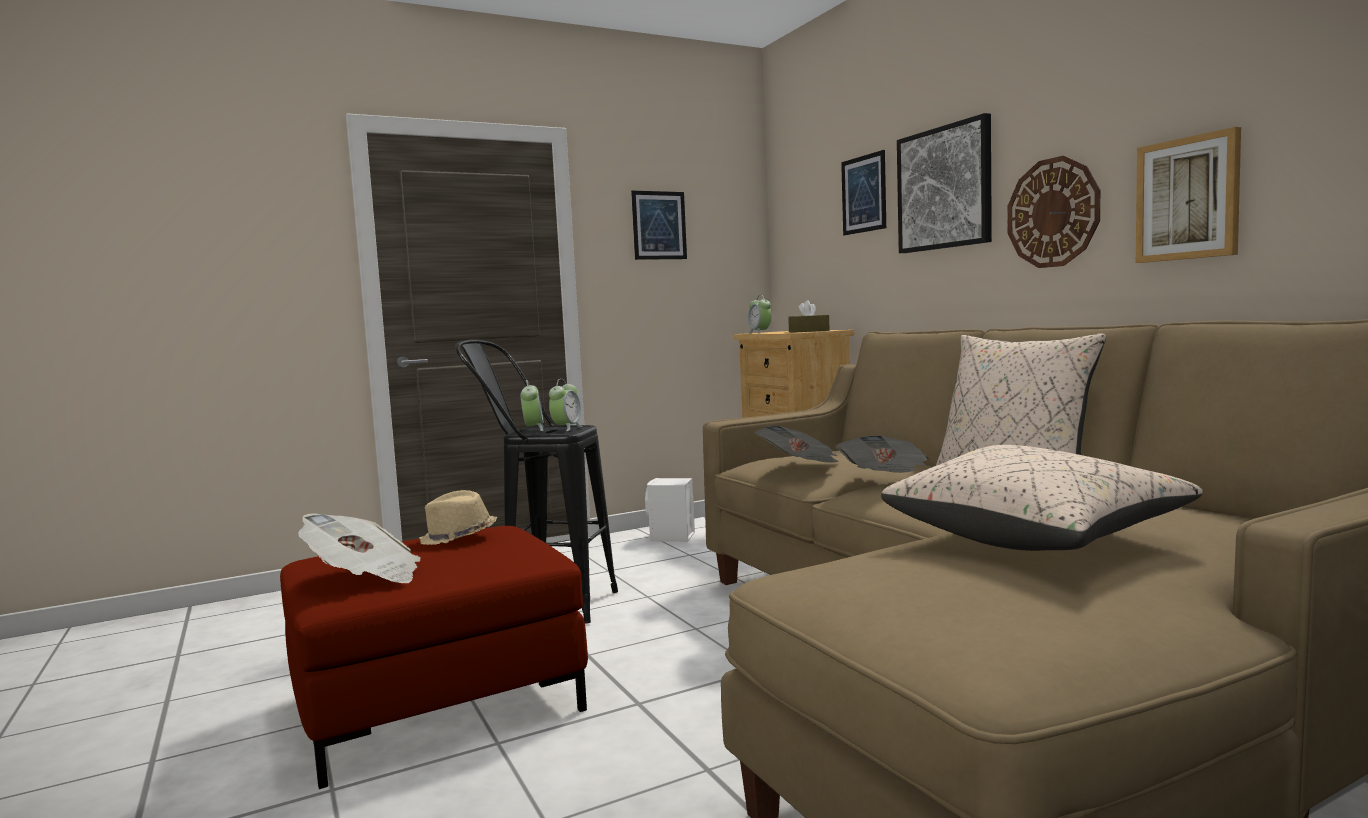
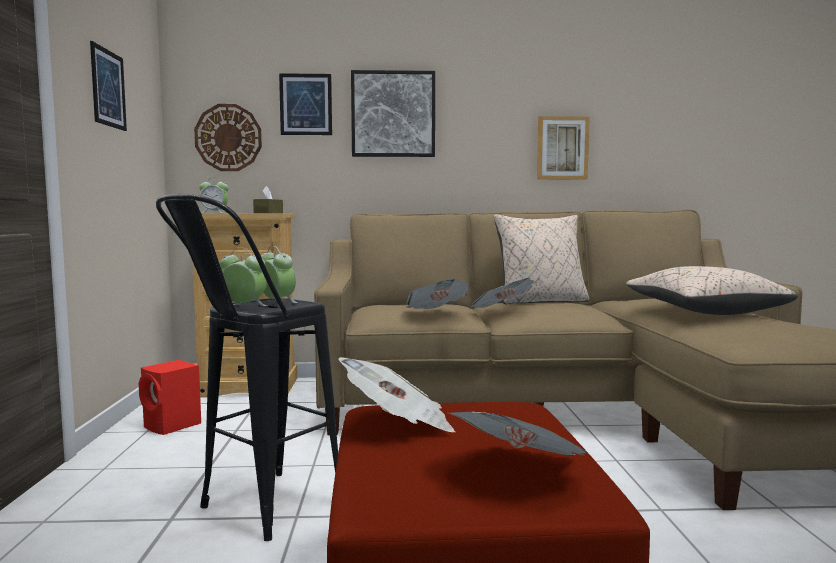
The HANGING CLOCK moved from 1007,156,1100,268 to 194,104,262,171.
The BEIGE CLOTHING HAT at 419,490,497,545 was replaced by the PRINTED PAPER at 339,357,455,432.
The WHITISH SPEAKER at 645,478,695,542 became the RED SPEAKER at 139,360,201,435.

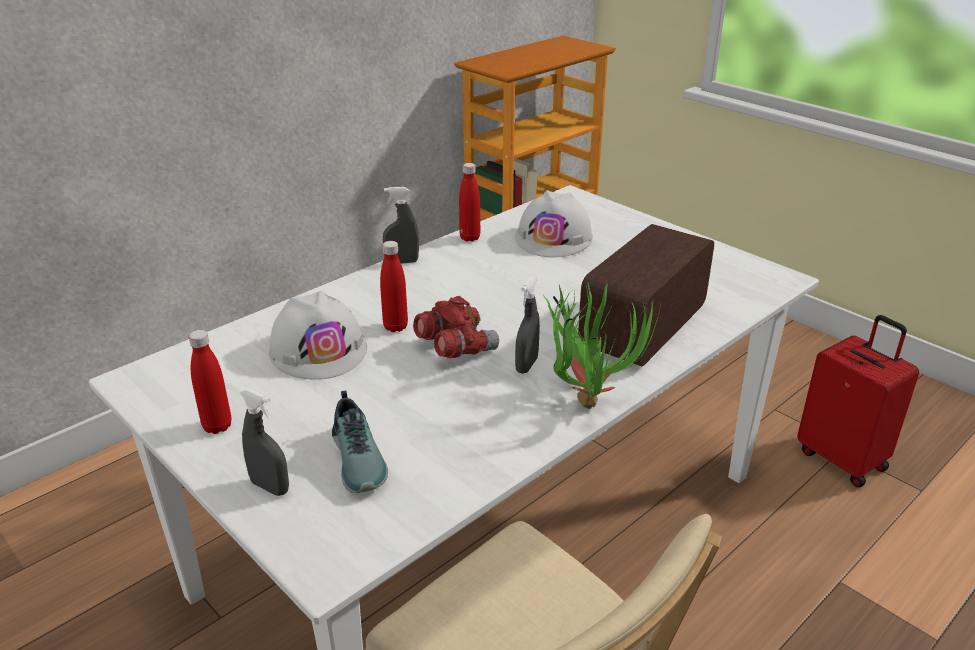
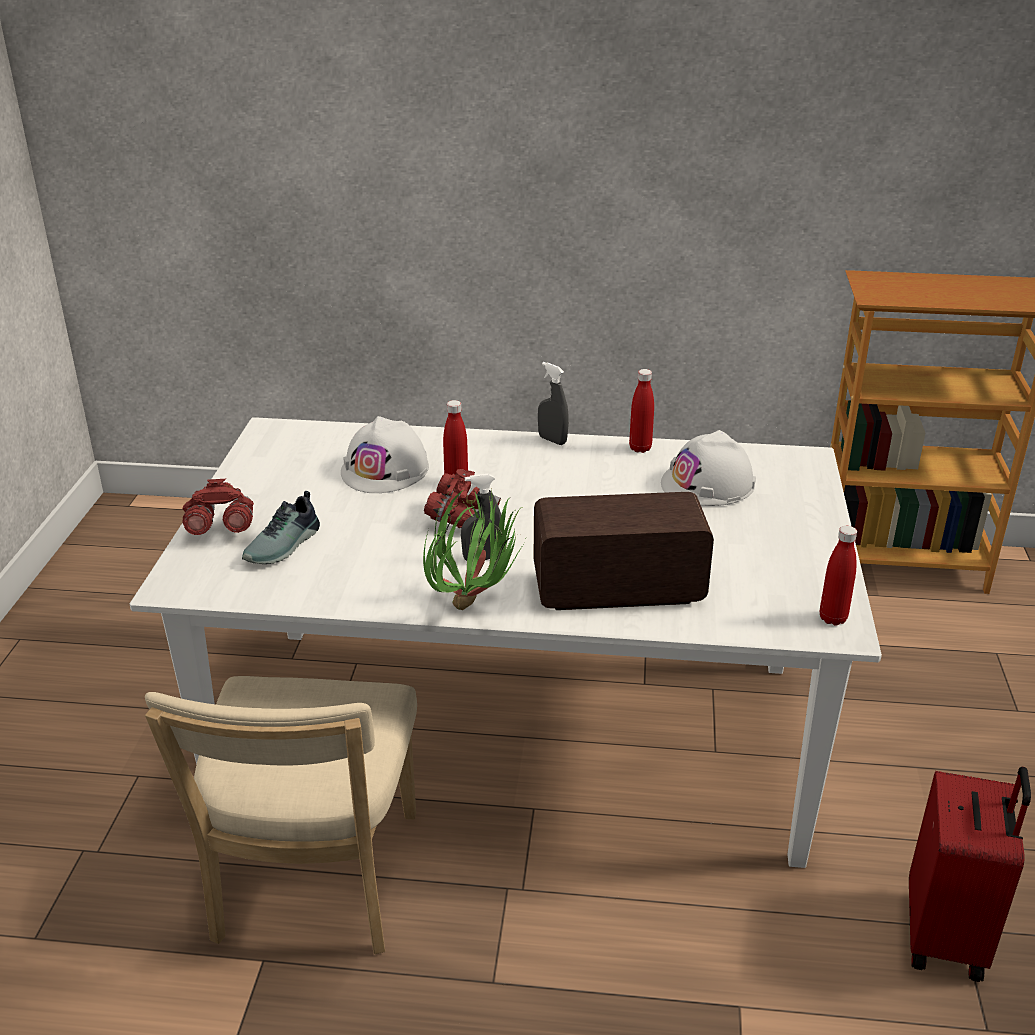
The RED BEVERAGE BOTTLE moved from 188,330,231,434 to 820,526,857,626.
The GRAY SPRAY BOTTLE at 240,388,289,496 was replaced by the RED PAIR OF BINOCULARS at 183,479,254,535.

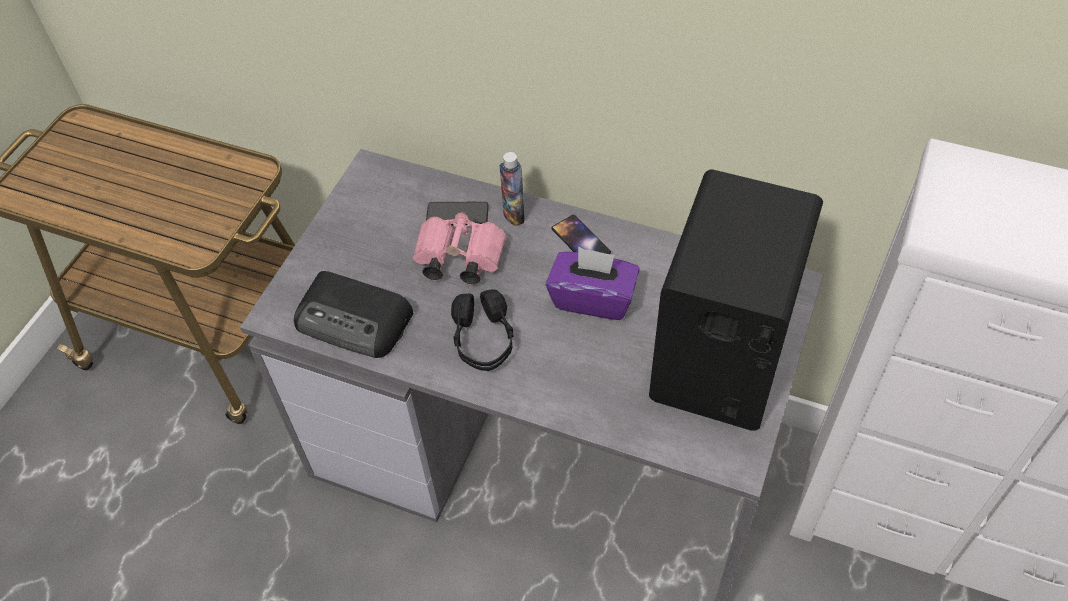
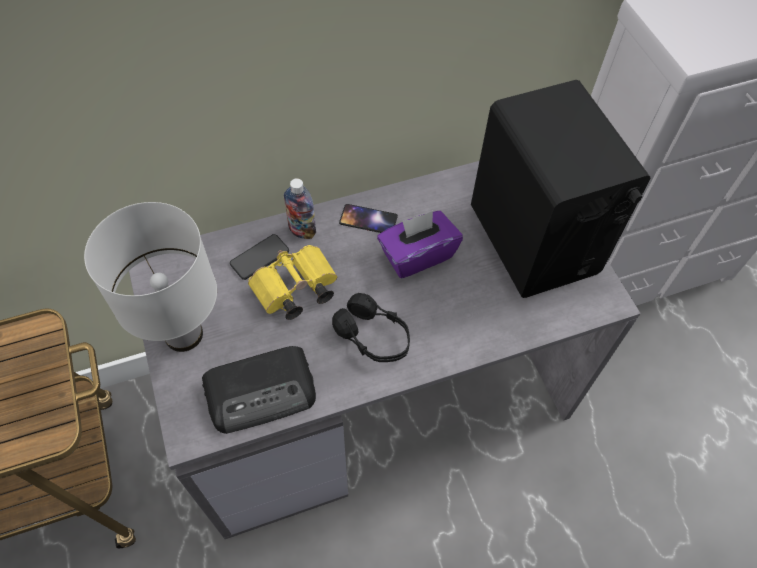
The WHITISH TABLE LAMP at 84,202,217,352 appeared.
The PINK PAIR OF BINOCULARS at 413,212,506,284 became the YELLOW PAIR OF BINOCULARS at 248,245,337,320.

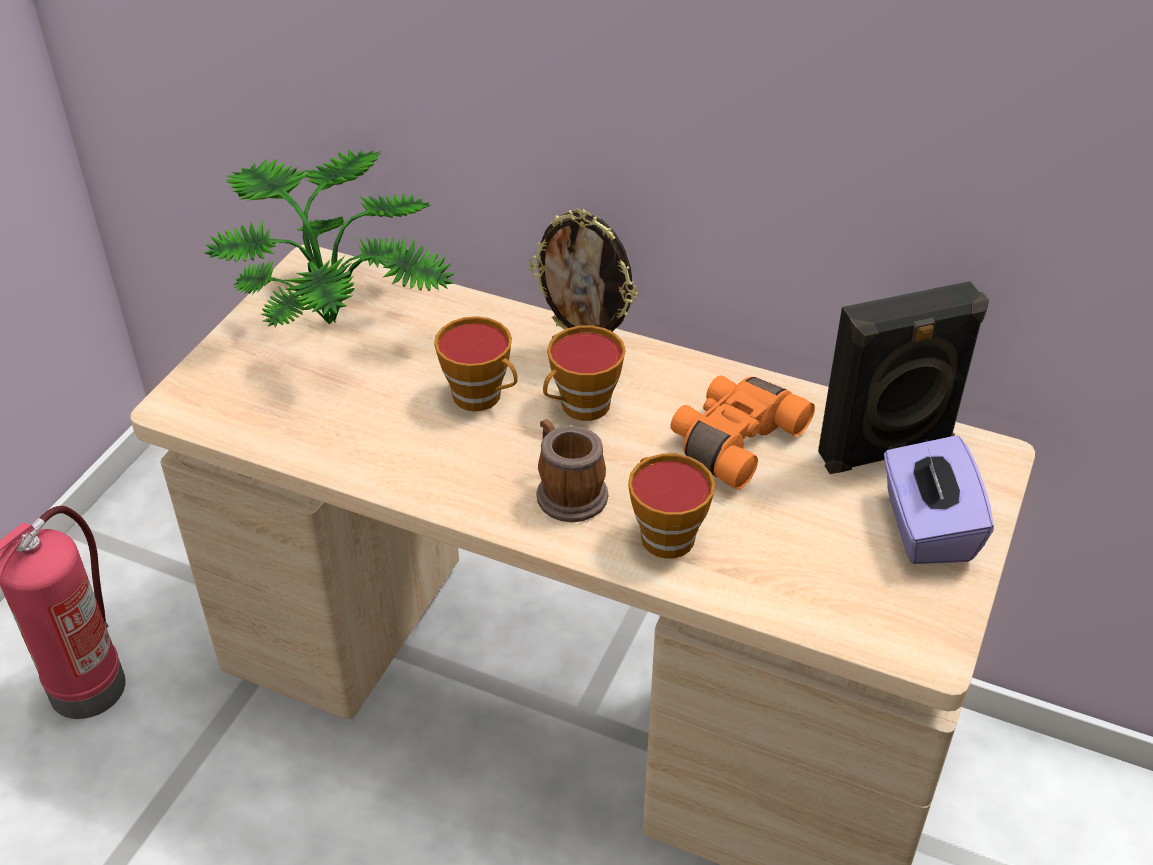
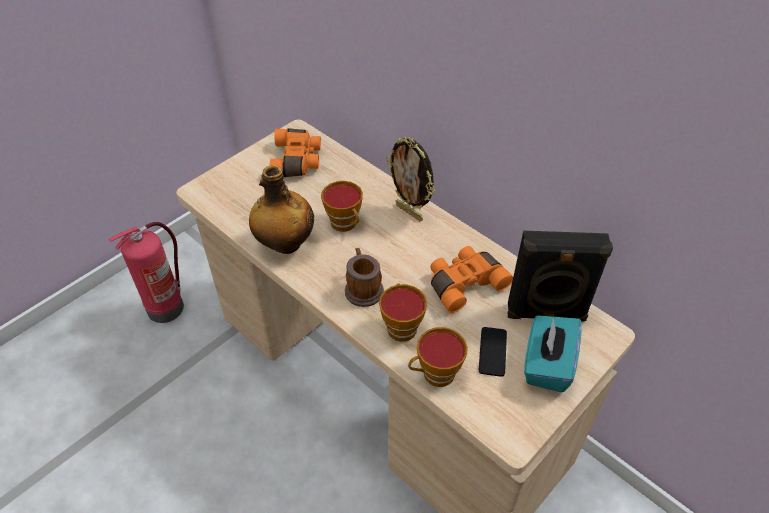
The BEVERAGE BOTTLE at 249,165,314,254 appeared.
The PHONE at 479,327,507,377 appeared.
The CUP moved from 543,325,626,421 to 408,327,468,387.
The POTTED PLANT at 204,149,455,328 was replaced by the ORANGE-COLOURED PAIR OF BINOCULARS at 270,128,321,177.
The PURPLE BOX OF TISSUES at 884,435,994,564 became the BLUE-GREEN BOX OF TISSUES at 524,315,582,392.

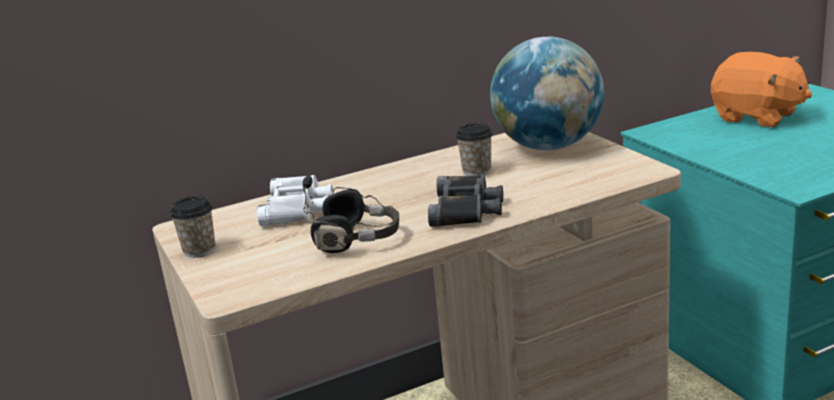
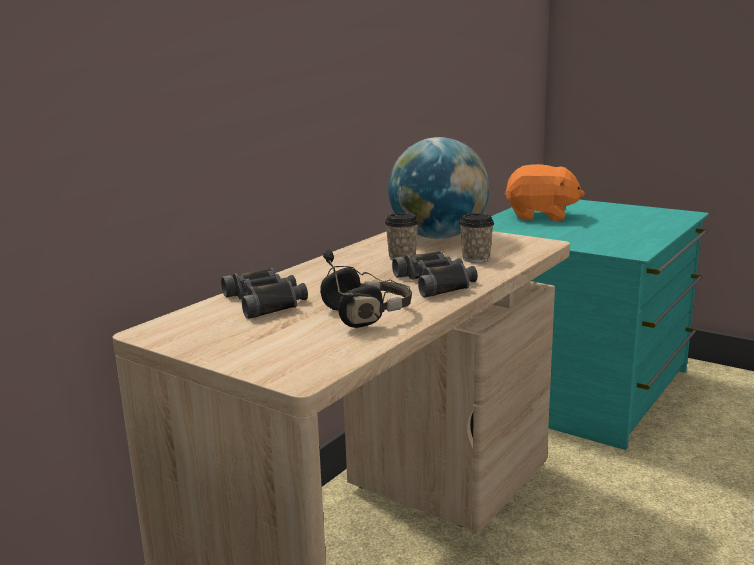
The CUP moved from 170,196,215,258 to 459,213,494,263.
The WHITISH PAIR OF BINOCULARS at 257,175,333,226 became the BLACK-COLOURED PAIR OF BINOCULARS at 221,268,308,319.

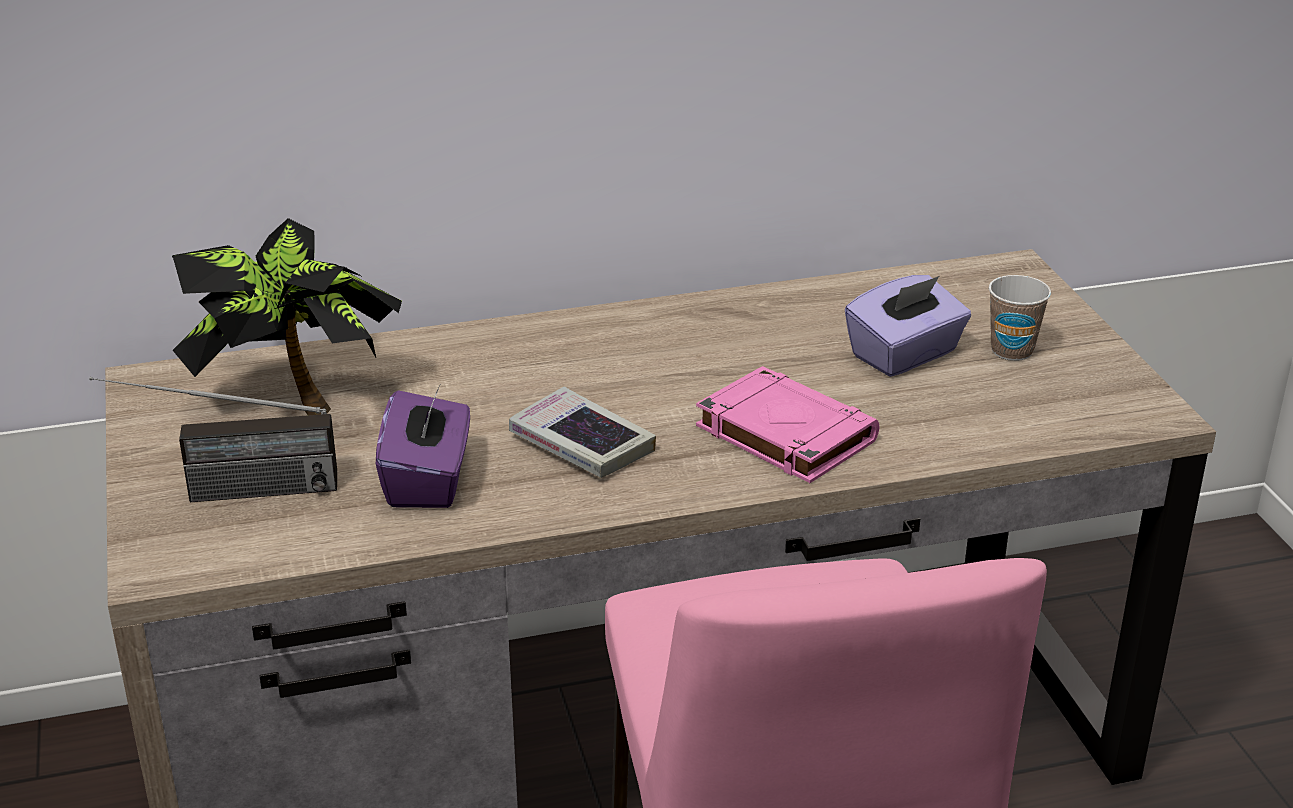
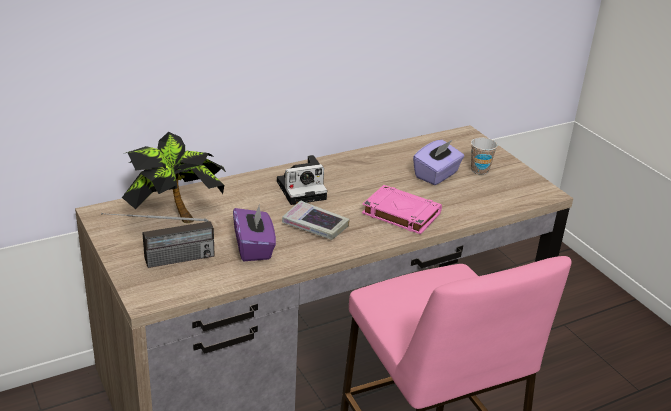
The PHOTO CAMERA at 277,155,327,205 appeared.

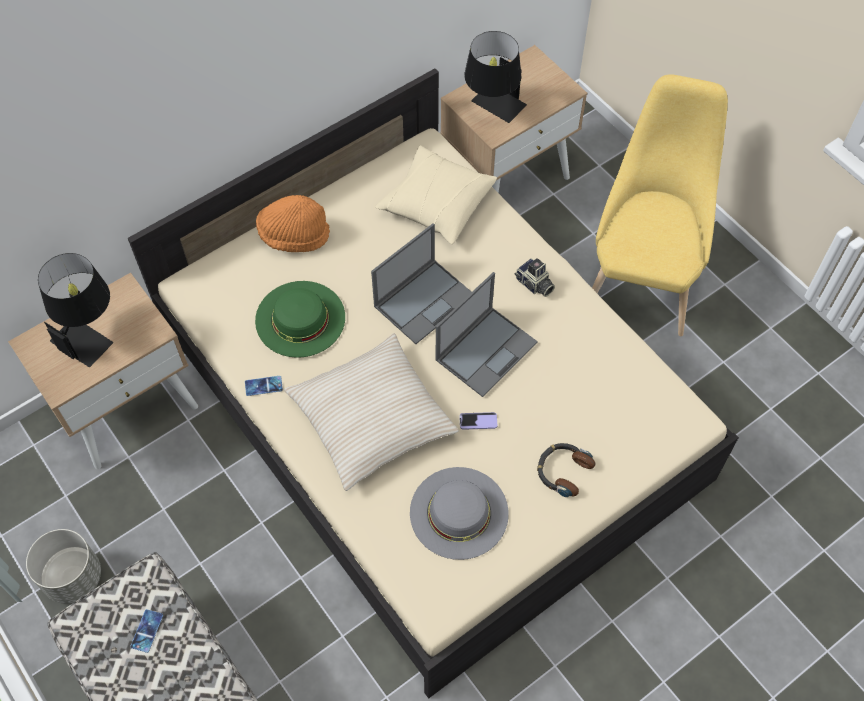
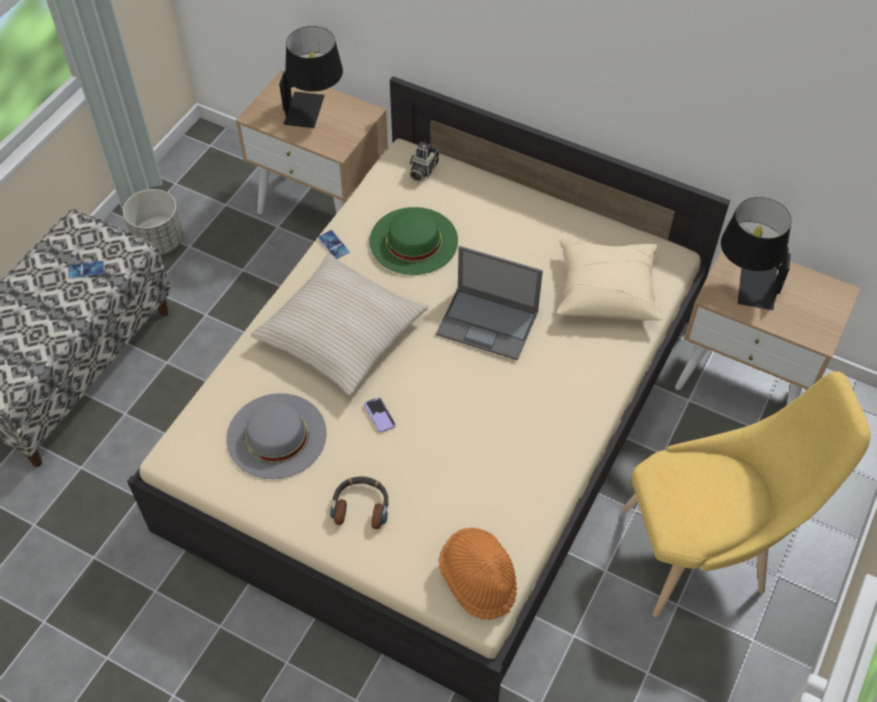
The LAPTOP at 435,272,538,397 disappeared.
The ORANGE-COLOURED CLOTHING HAT moved from 256,195,330,252 to 439,528,517,620.
The PHOTO CAMERA moved from 514,258,555,297 to 409,142,439,182.

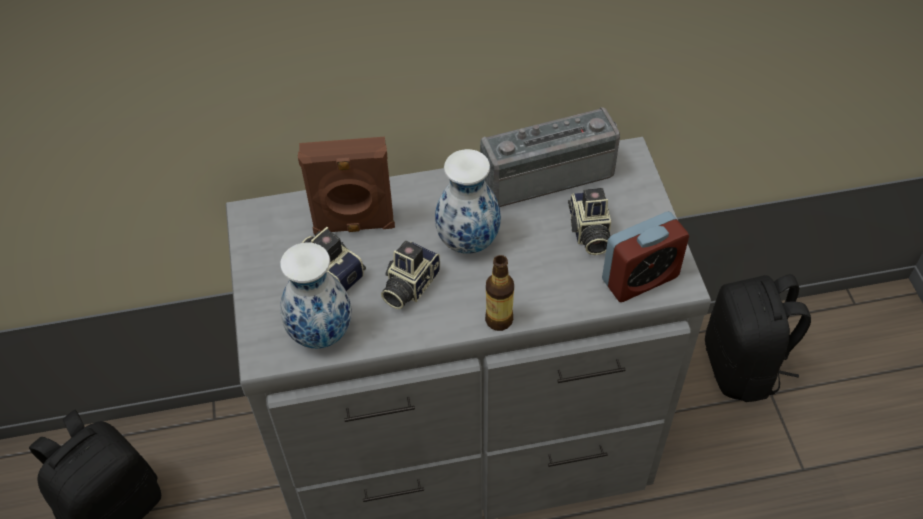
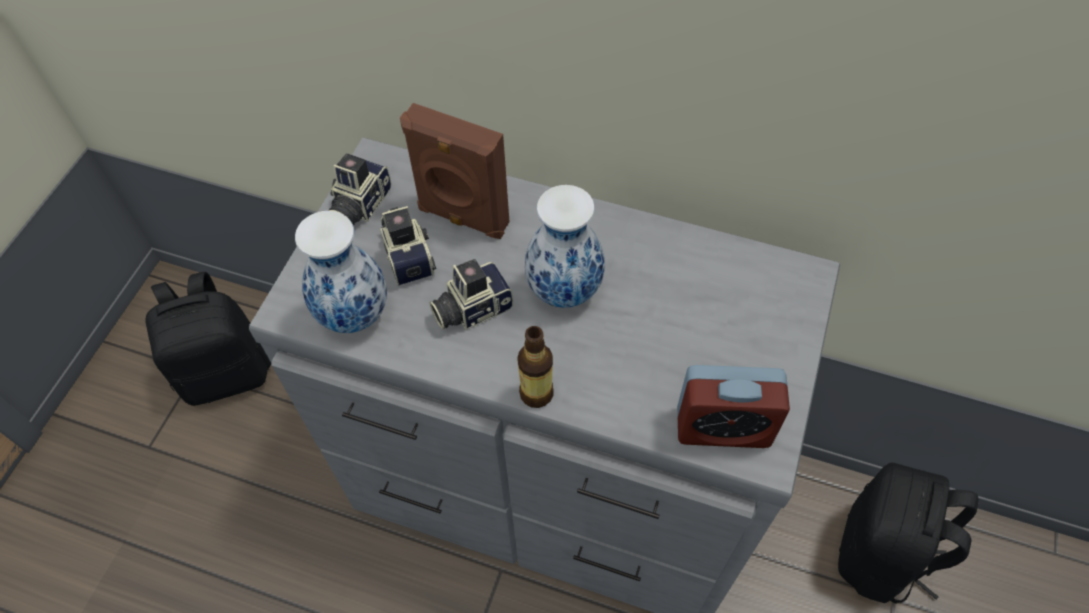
The RADIO RECEIVER at 480,107,620,207 disappeared.
The PHOTO CAMERA moved from 568,188,611,255 to 329,153,392,226.

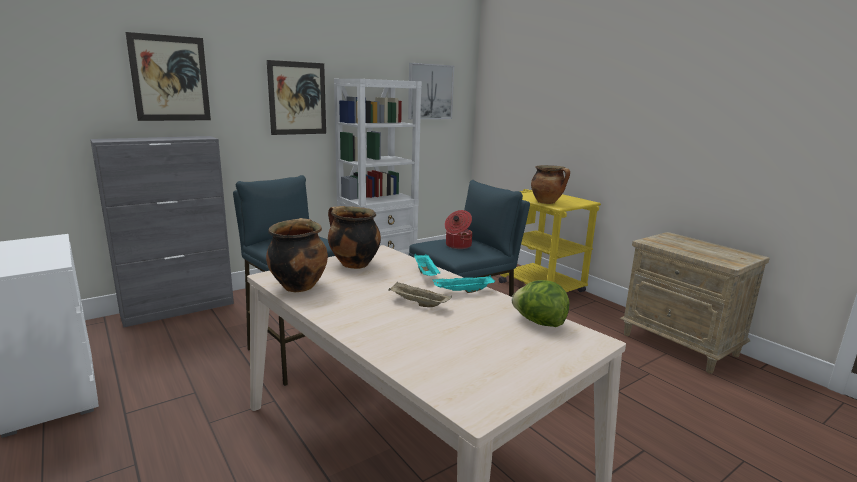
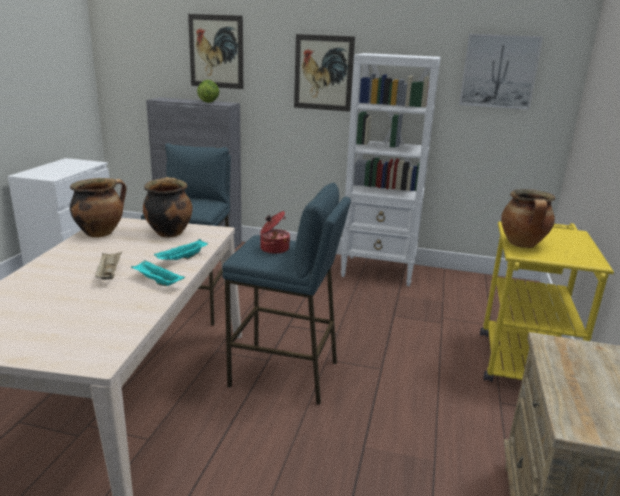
The HEAD OF LETTUCE moved from 512,280,569,327 to 197,80,220,103.

